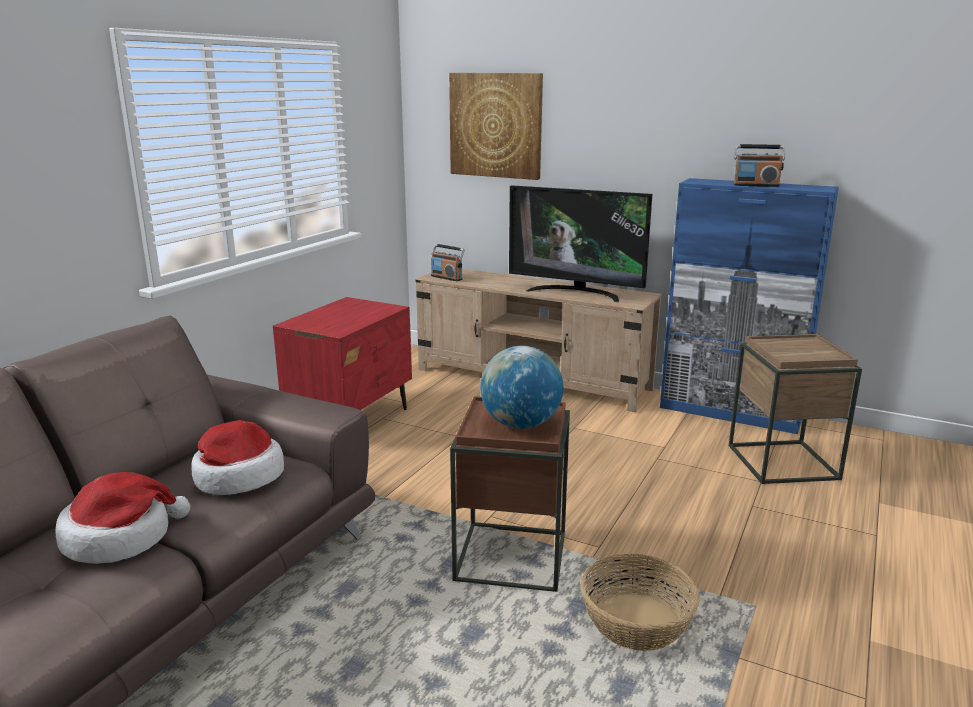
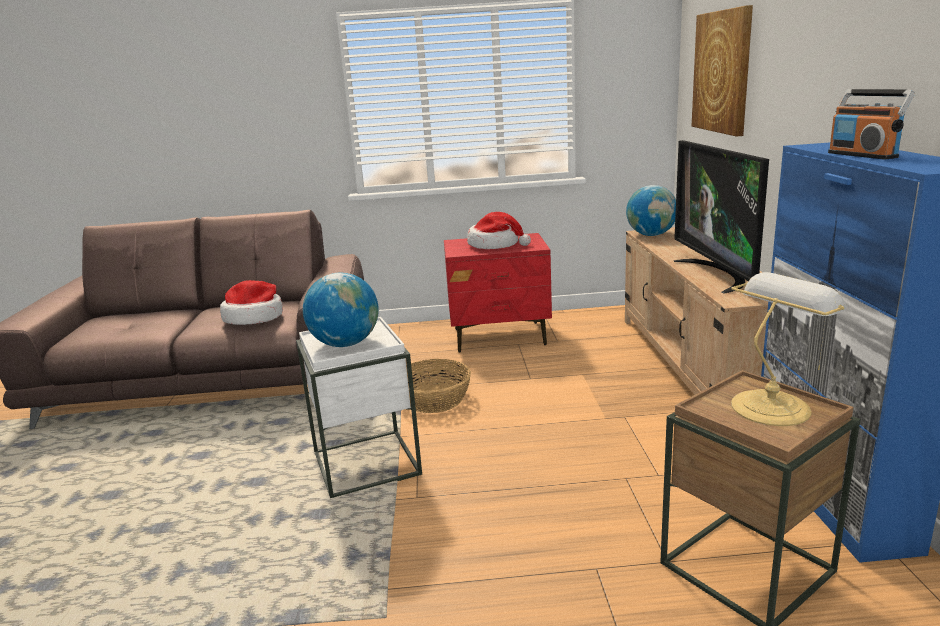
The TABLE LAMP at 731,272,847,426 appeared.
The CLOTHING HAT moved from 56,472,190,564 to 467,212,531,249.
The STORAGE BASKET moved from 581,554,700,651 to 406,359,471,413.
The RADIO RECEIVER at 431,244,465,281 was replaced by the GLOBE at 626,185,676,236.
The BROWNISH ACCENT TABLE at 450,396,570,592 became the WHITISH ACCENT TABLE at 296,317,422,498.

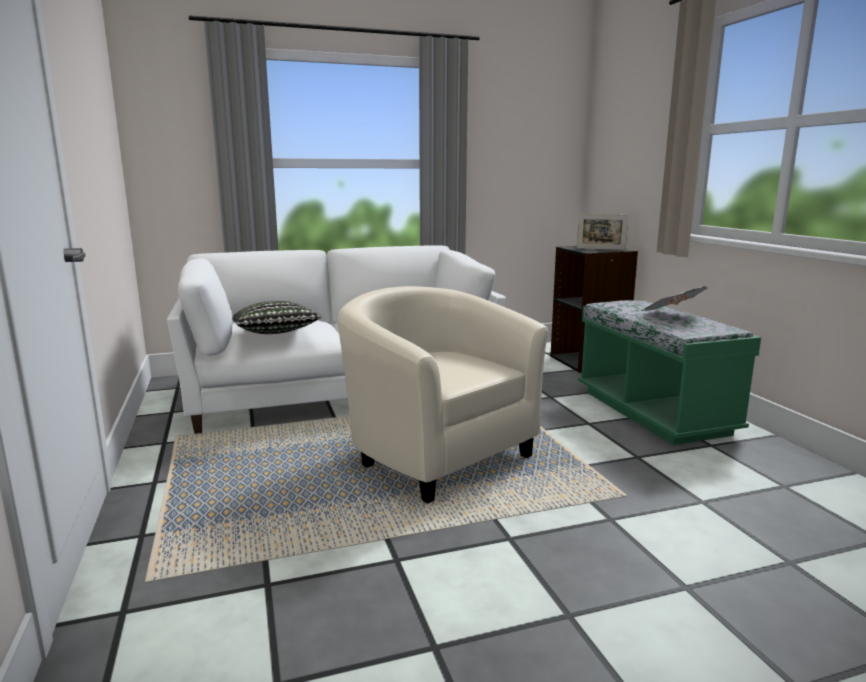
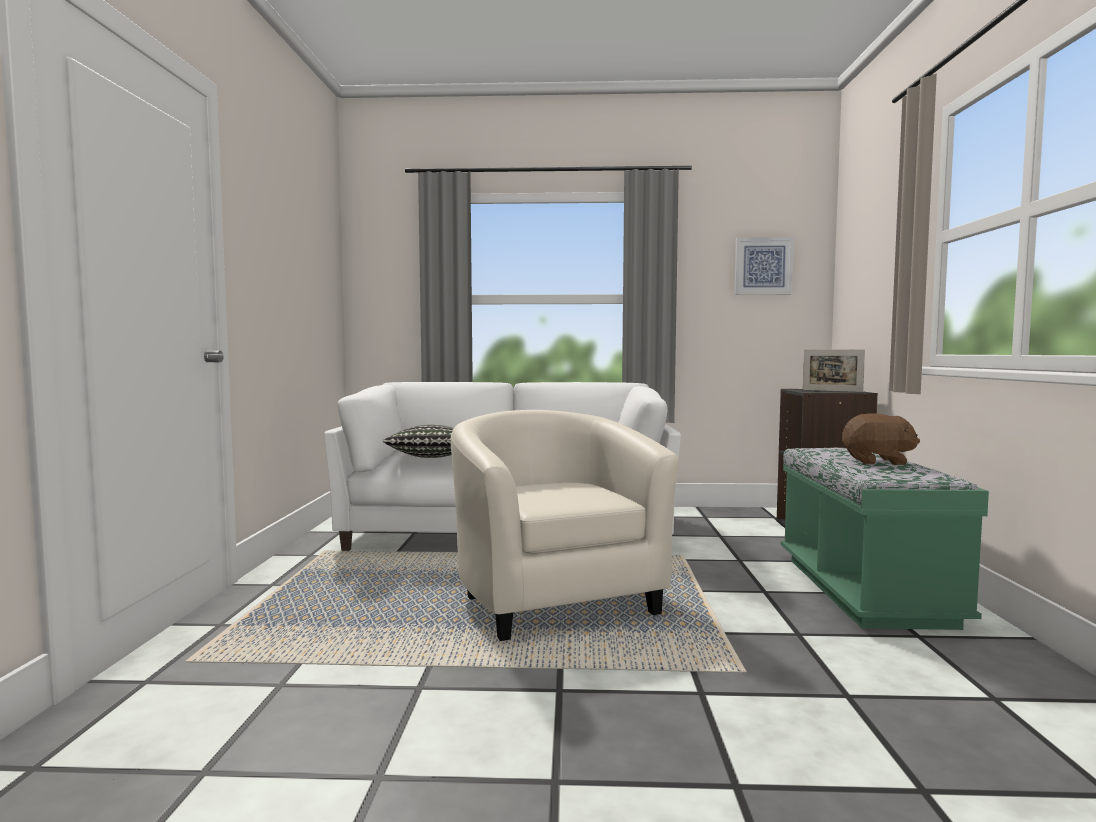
The PICTURE at 734,237,794,295 appeared.
The PRINTED PAPER at 641,286,707,311 was replaced by the BROWNISH SOFT TOY at 842,413,920,465.

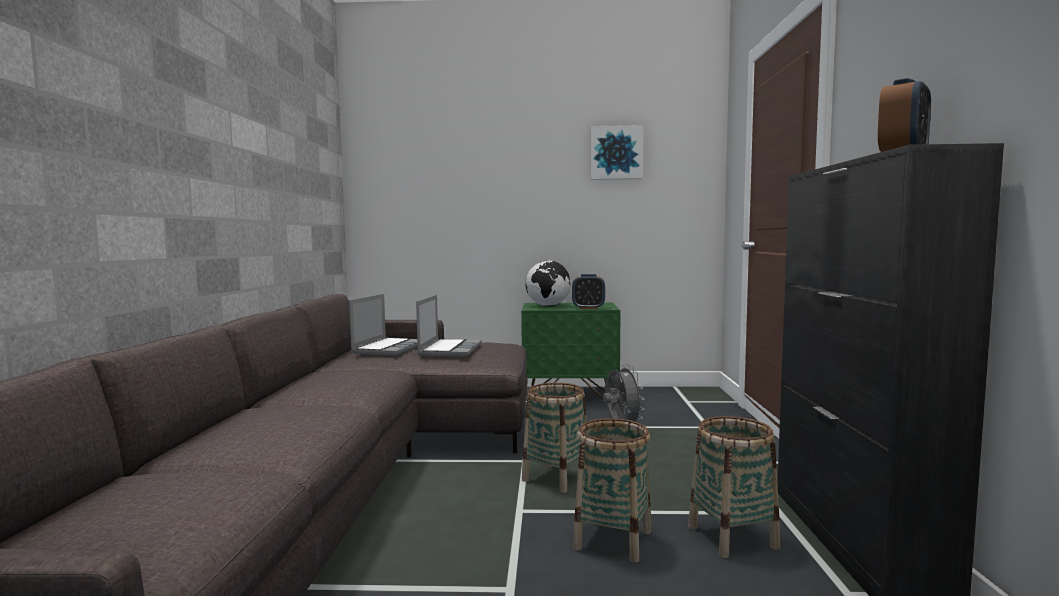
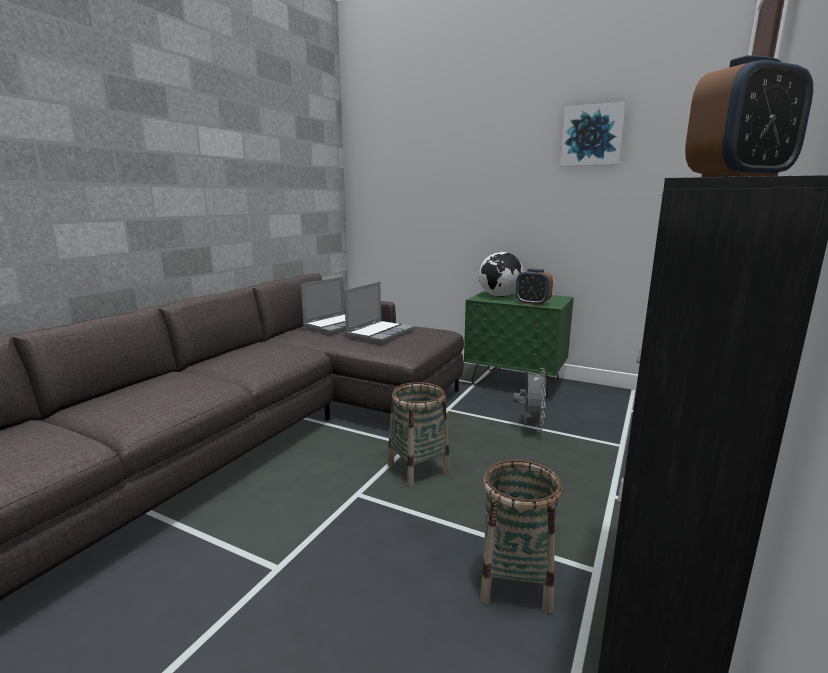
The STORAGE BASKET at 573,418,652,563 disappeared.

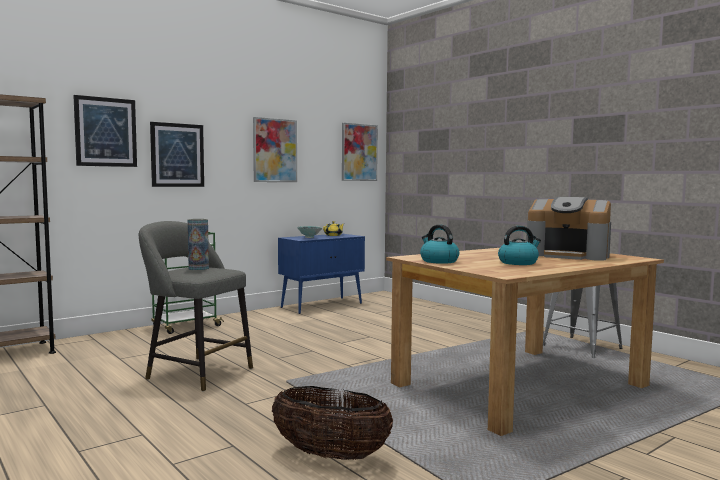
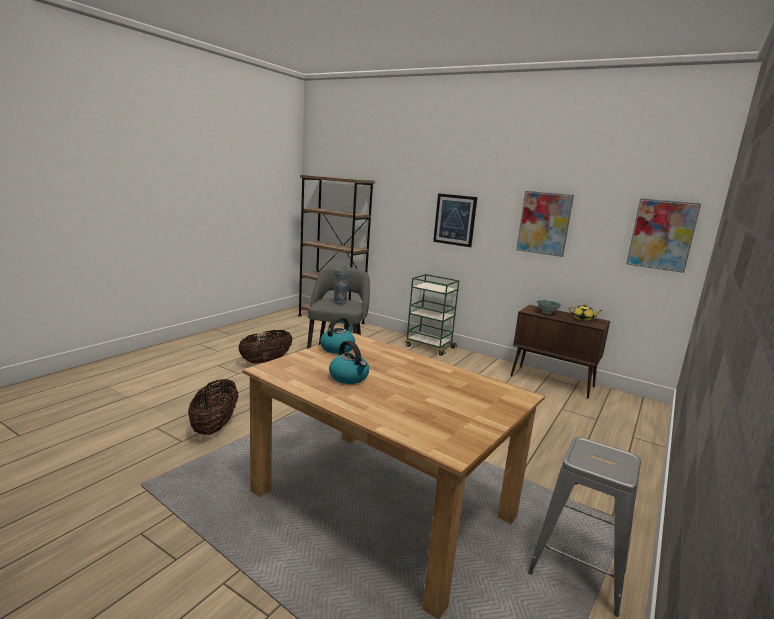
The PICTURE at 73,95,137,167 disappeared.
The COFFEE MACHINE at 526,197,611,261 disappeared.
The STORAGE BASKET at 239,330,293,364 appeared.
The BLUE-COLOURED CUPBOARD at 278,234,365,314 became the BROWNISH CUPBOARD at 510,305,610,398.

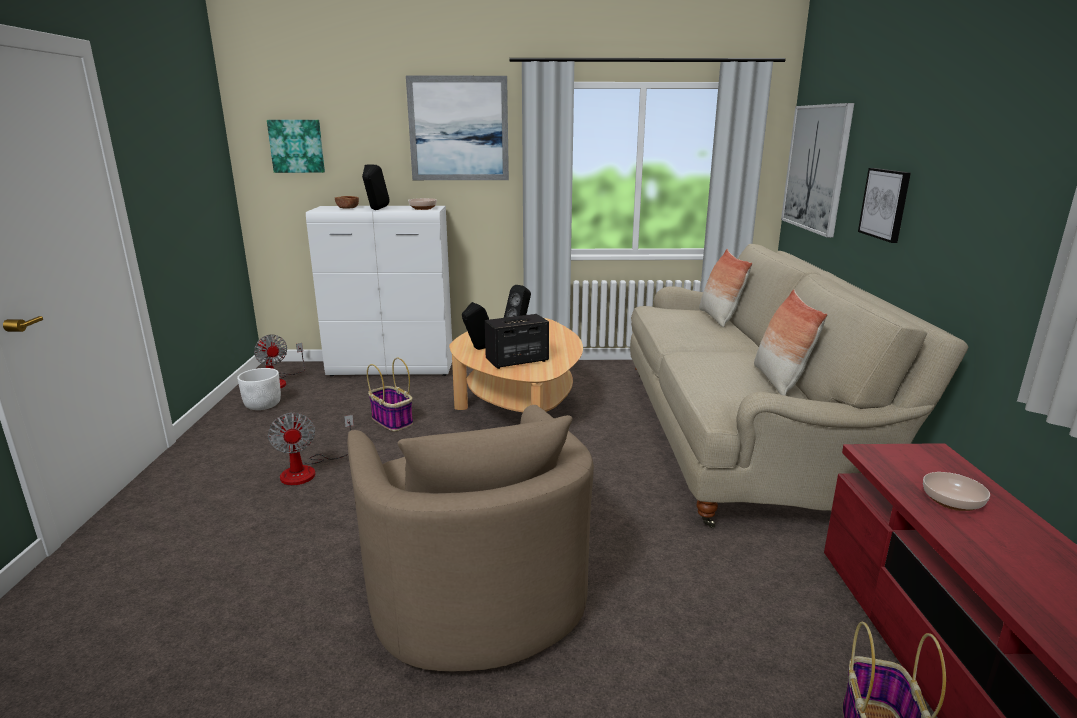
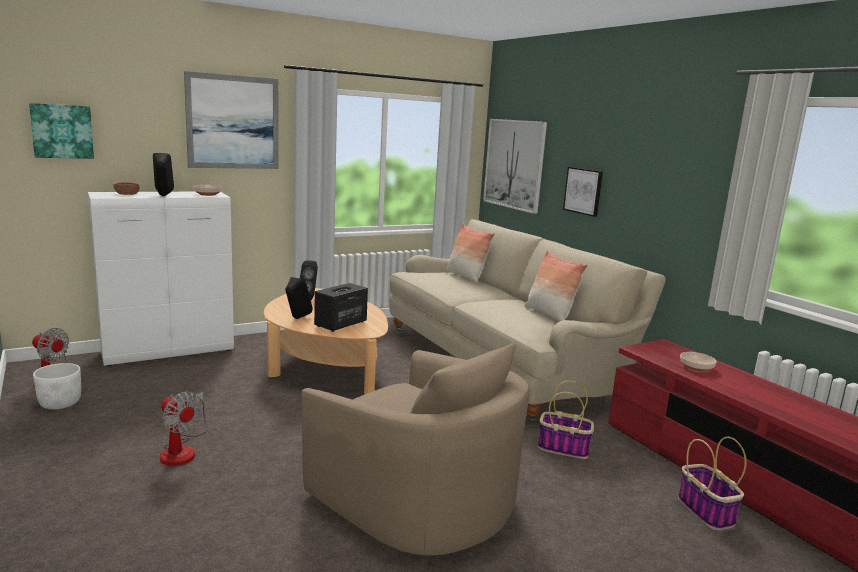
The STORAGE BASKET moved from 367,358,413,431 to 538,380,594,459.

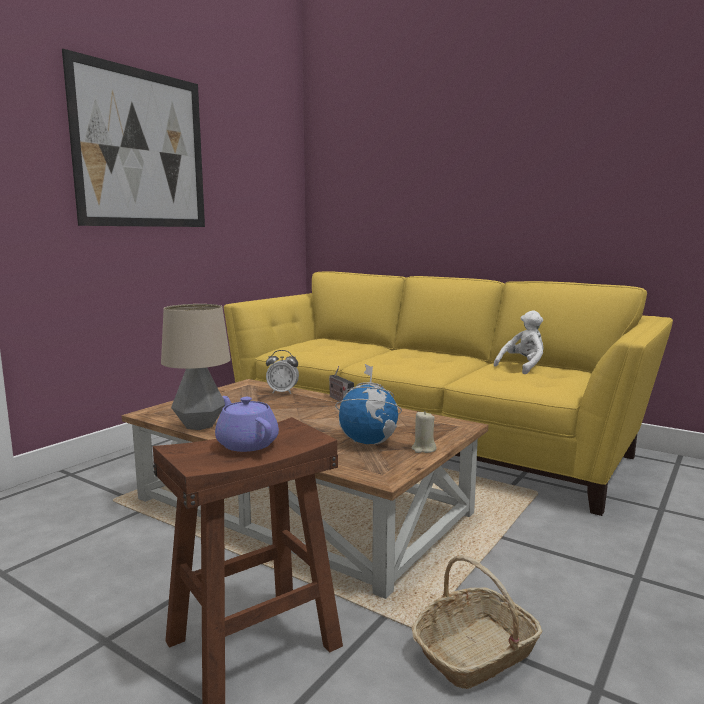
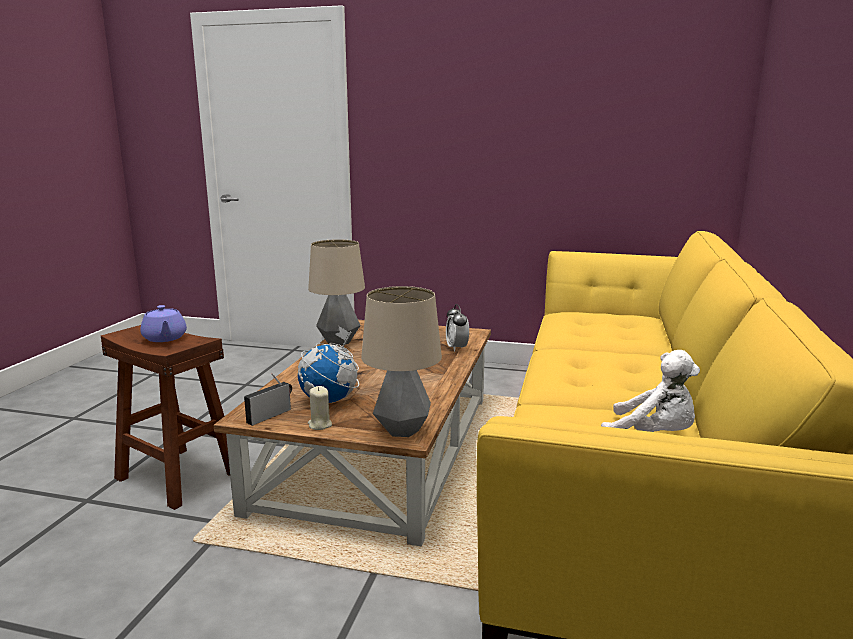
The PICTURE at 62,49,205,227 disappeared.
The STORAGE BASKET at 412,555,542,689 disappeared.
The TABLE LAMP at 361,286,442,437 appeared.
The RADIO RECEIVER moved from 329,366,354,401 to 244,373,292,426.
The PURPLE TEAPOT at 215,396,279,452 turned 120 degrees clockwise.

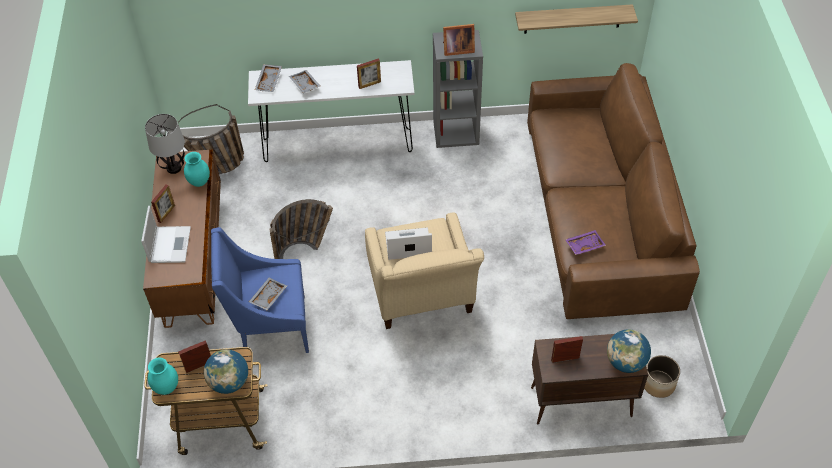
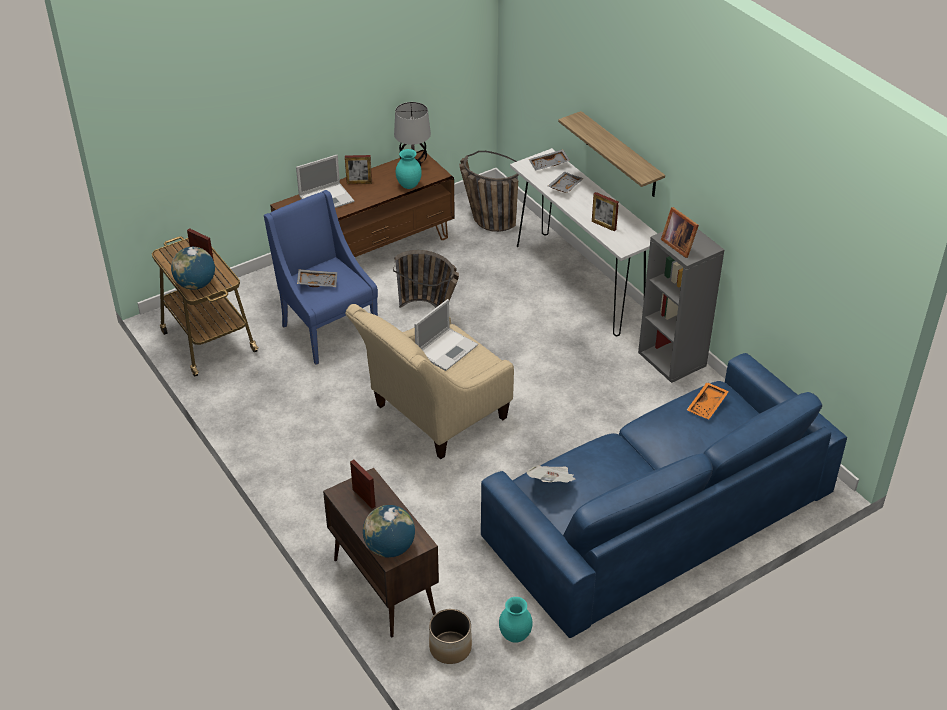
The ORANGE-COLOURED TRAY at 687,382,729,419 appeared.
The BLUE-GREEN DECORATIVE VASE moved from 148,357,178,395 to 499,597,533,643.
The SHELF moved from 515,4,638,34 to 558,111,665,197.
The PURPLE TRAY at 565,230,606,255 was replaced by the PRINTED PAPER at 526,465,576,483.
The BROWNISH COUCH at 527,63,700,319 became the BLUE-COLOURED COUCH at 481,353,847,638.
The LAPTOP at 385,227,432,260 turned 75 degrees clockwise.

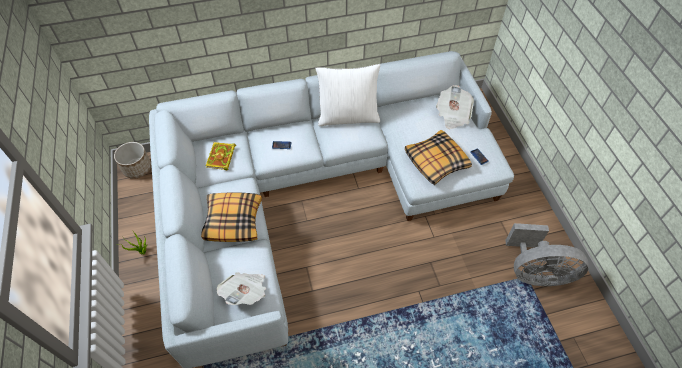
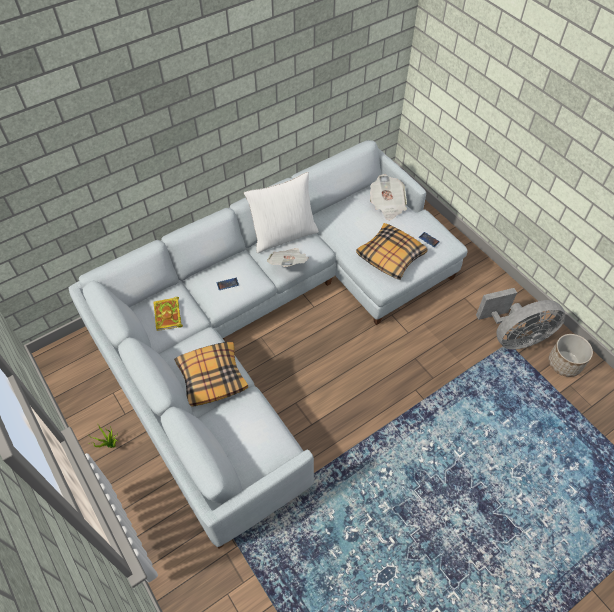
The PLANT POT moved from 114,142,151,179 to 548,334,593,377.
The PRINTED PAPER moved from 217,272,266,305 to 267,248,309,267.

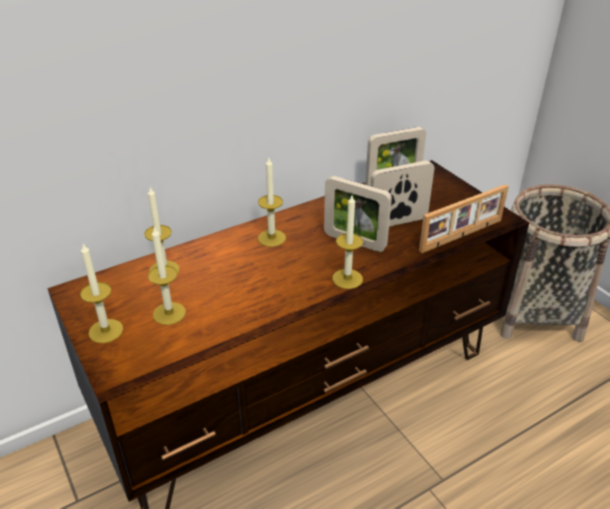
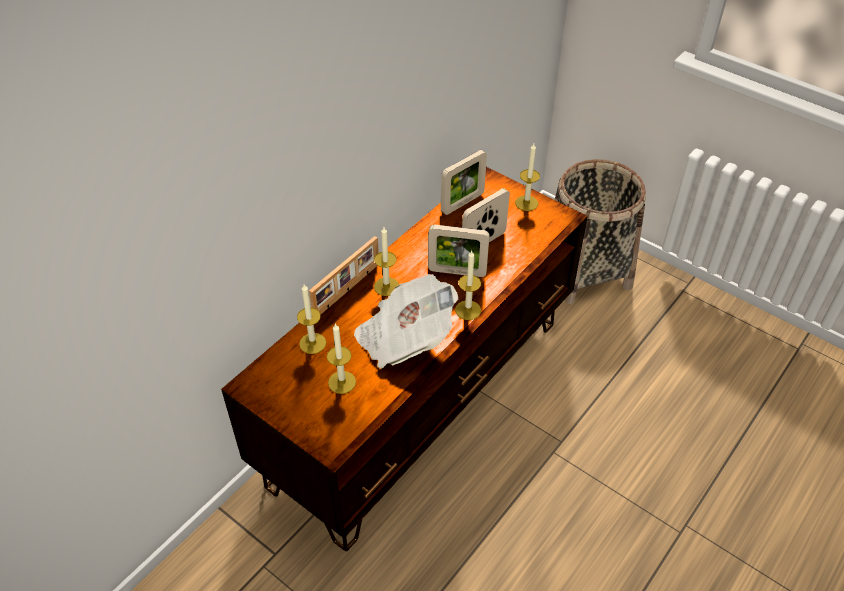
The PRINTED PAPER at 354,274,459,369 appeared.
The CANDLE moved from 80,244,123,343 to 515,144,540,211.
The STANDING FRAME moved from 419,184,509,253 to 309,236,379,315.

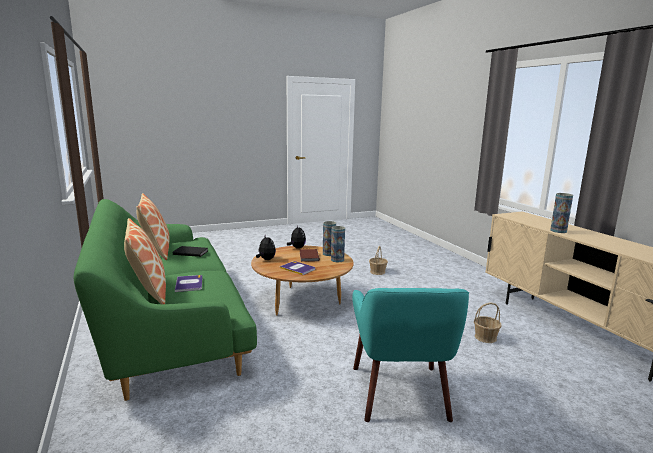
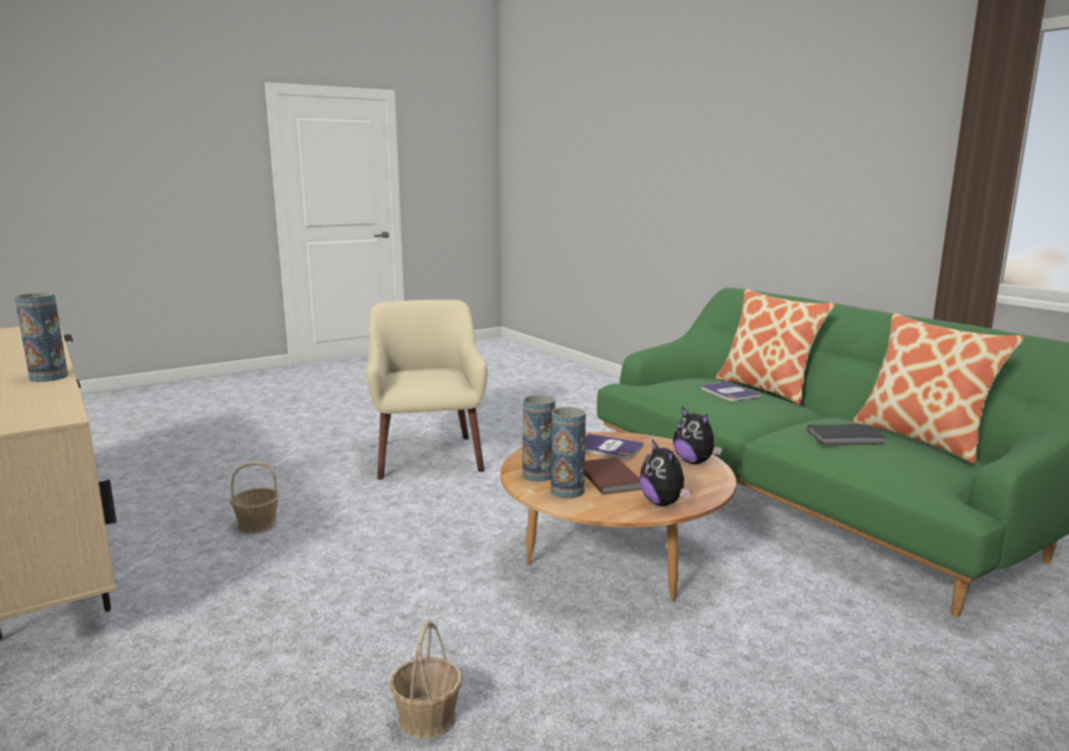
The BLUE-GREEN EASY CHAIR at 352,288,469,422 became the BEIGE EASY CHAIR at 366,300,488,480.

